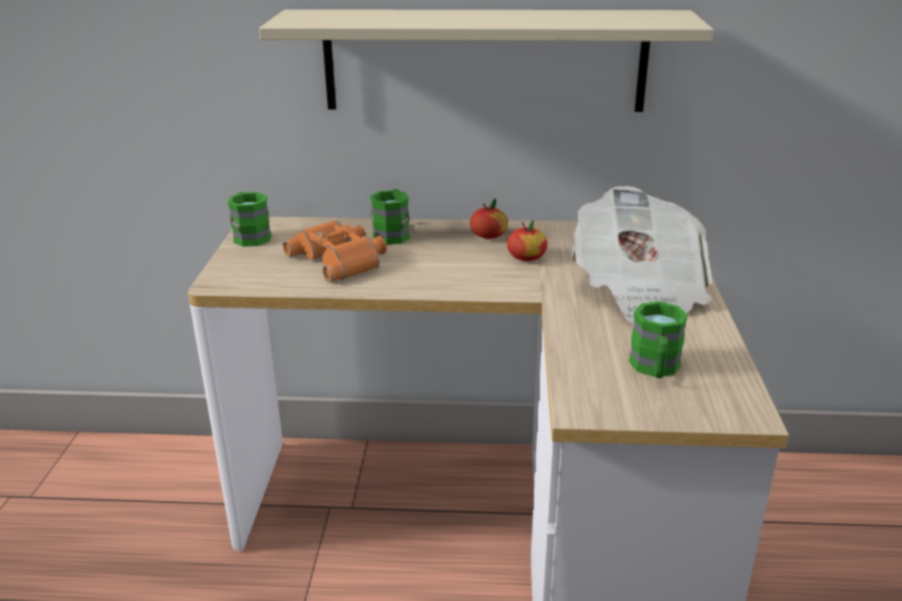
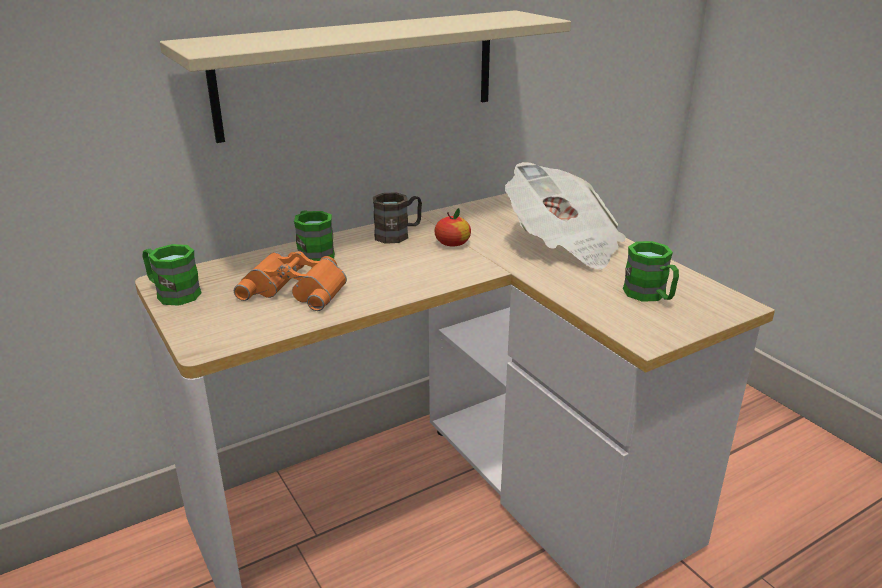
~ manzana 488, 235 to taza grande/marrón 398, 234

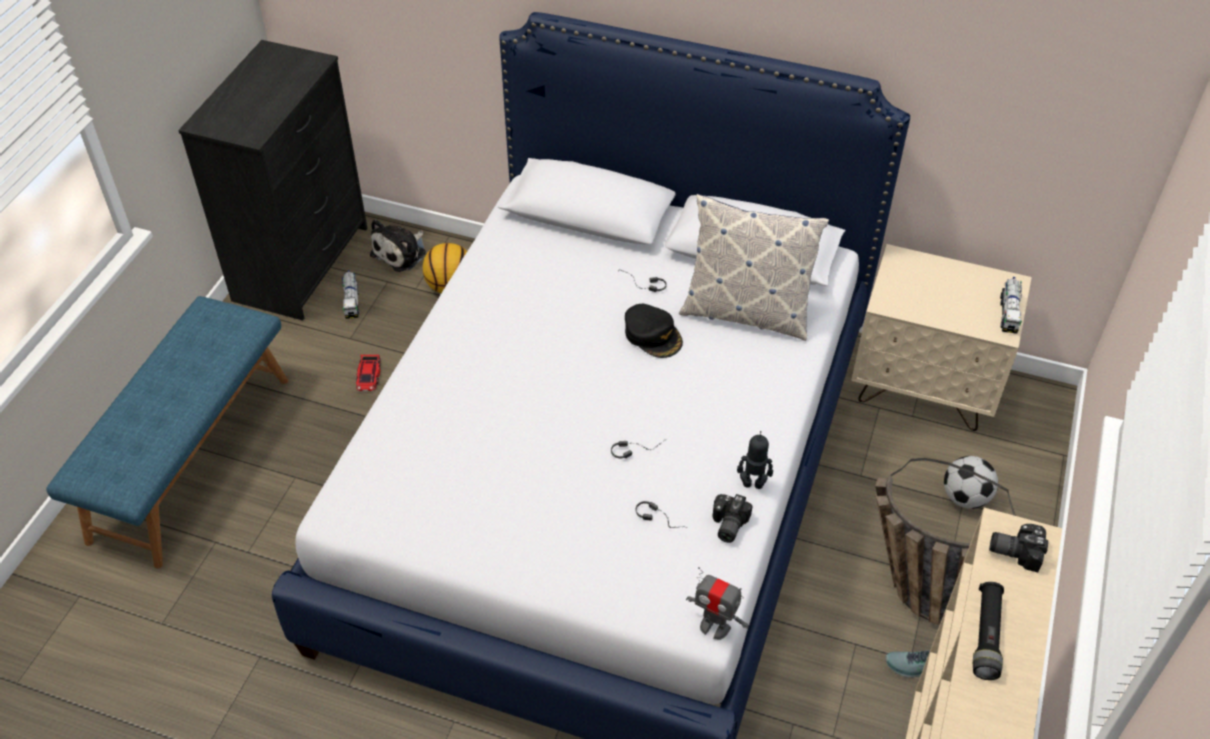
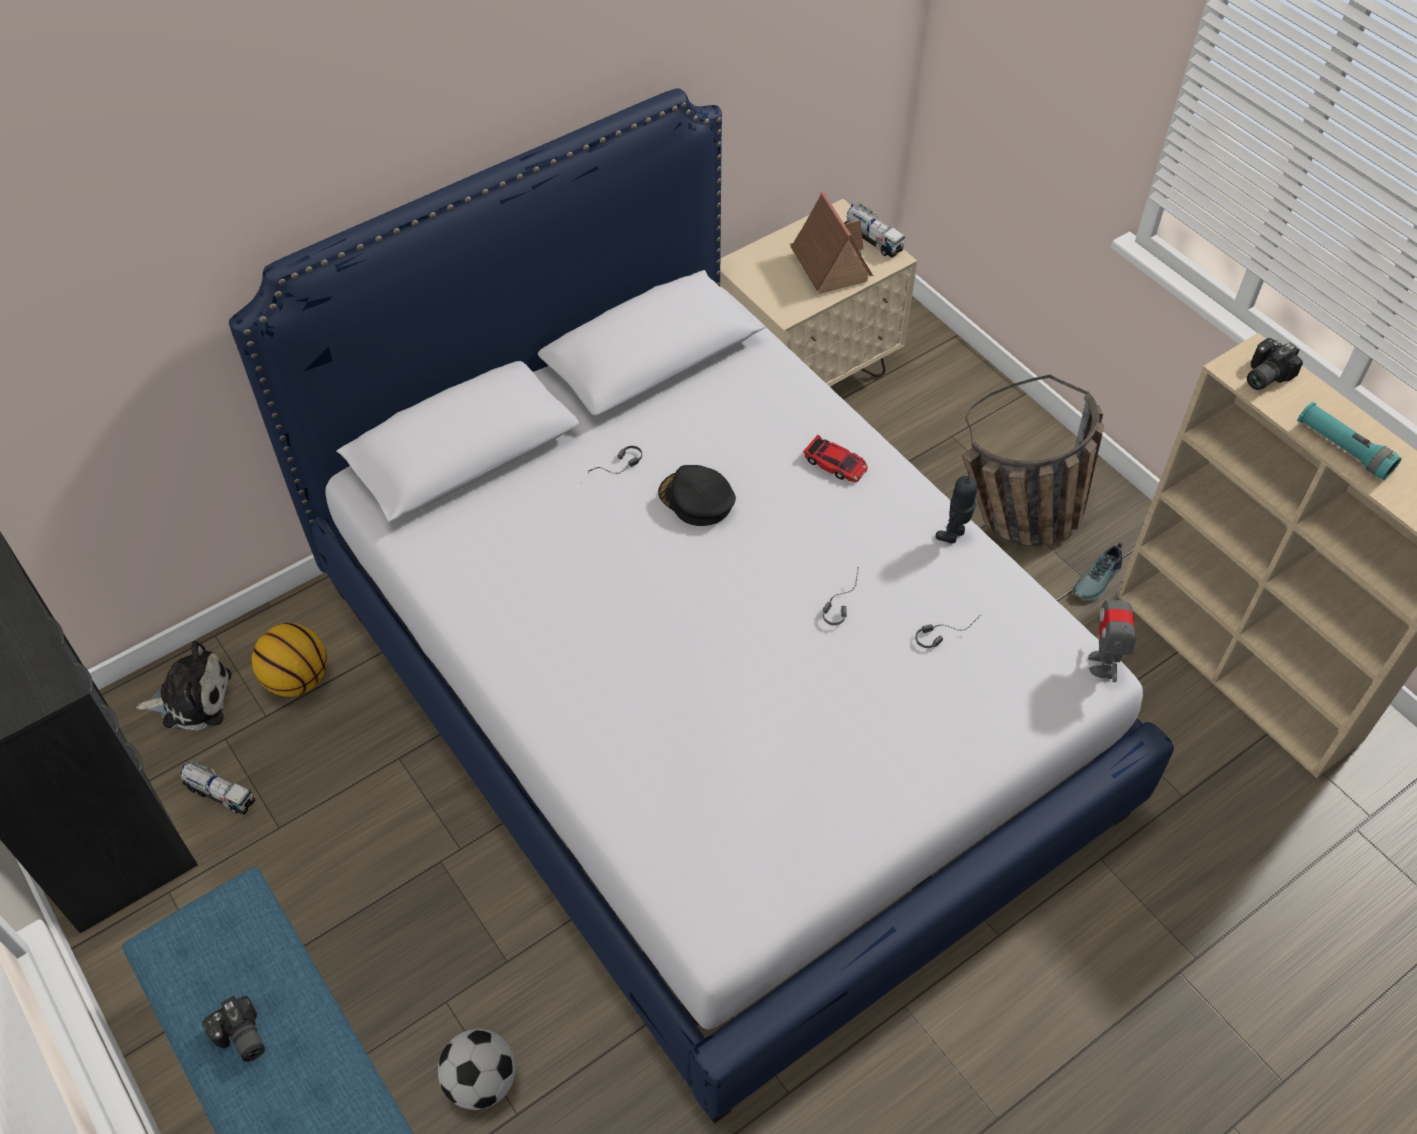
- cojín 746, 313
+ casita 829, 264
~ coche de juguete 368, 376 to 835, 463
~ cámara 727, 525 to 240, 1039
~ balón de fútbol 965, 498 to 482, 1081
~ linterna/negro 986, 636 to linterna/turquesa 1343, 449
~ peluche 401, 253 = 192, 699 75 degrees counterclockwise
~ gorra/negro 653, 335 = 696, 500 135 degrees counterclockwise
~ robot de juguete 714, 627 = 1102, 664 120 degrees clockwise

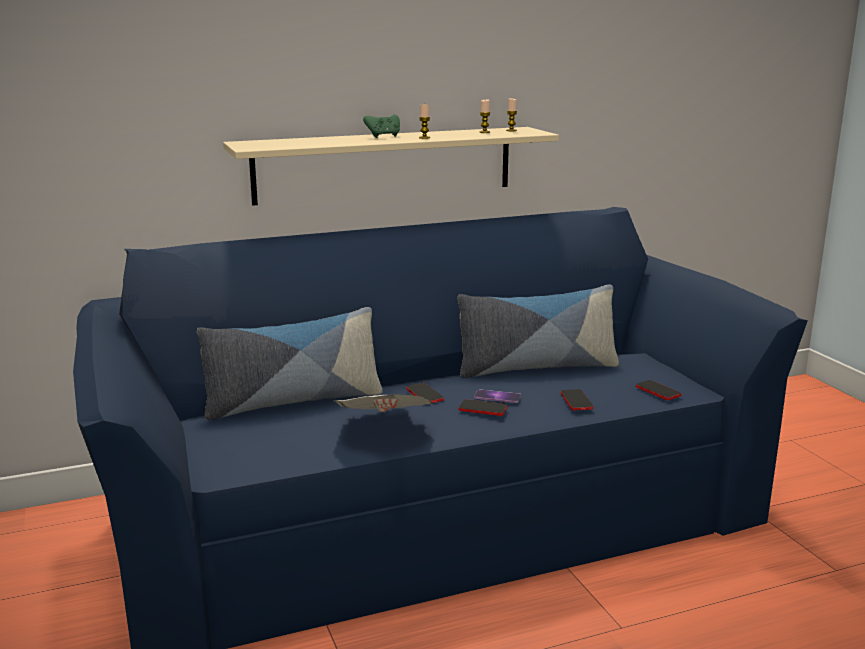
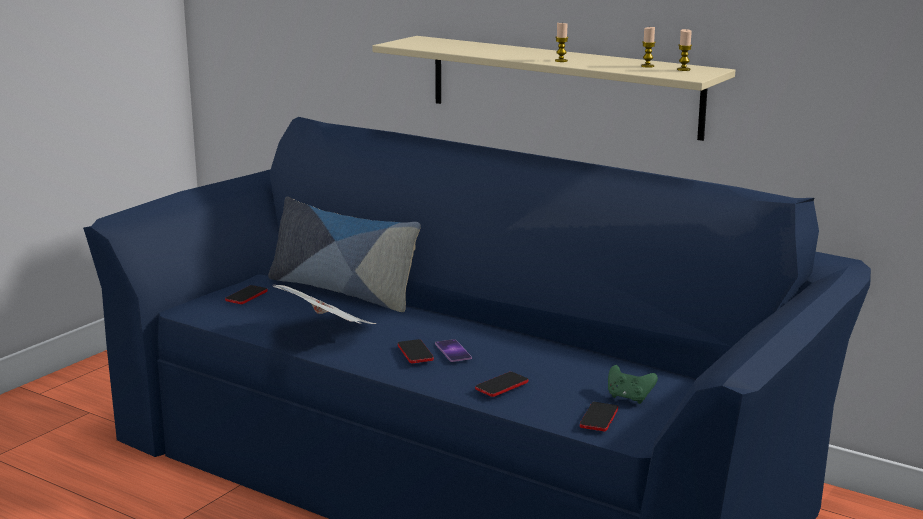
- cojín 536, 367
~ mando de consola/verde 383, 136 to 629, 398
~ móvil 424, 394 to 246, 296

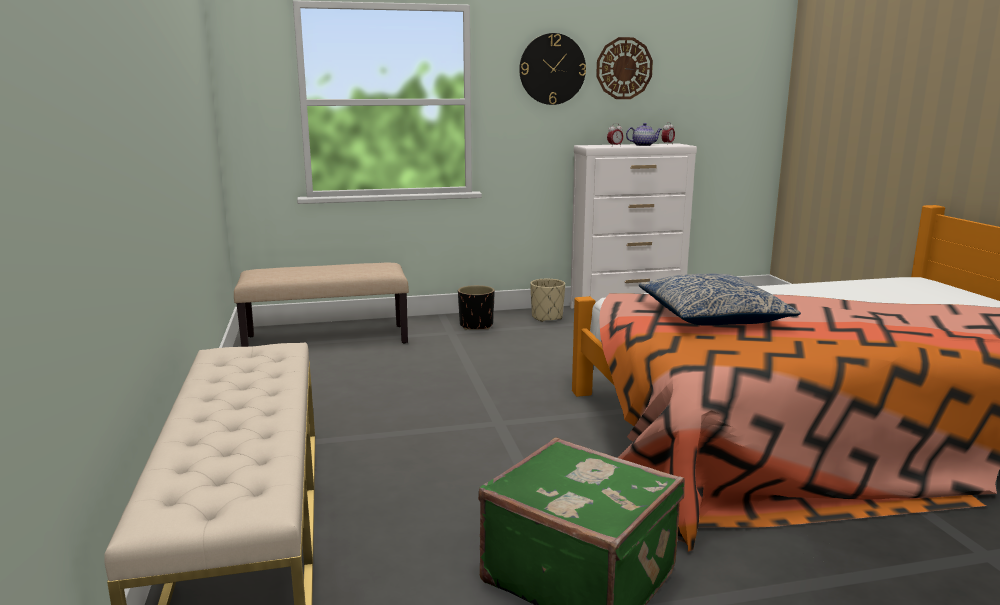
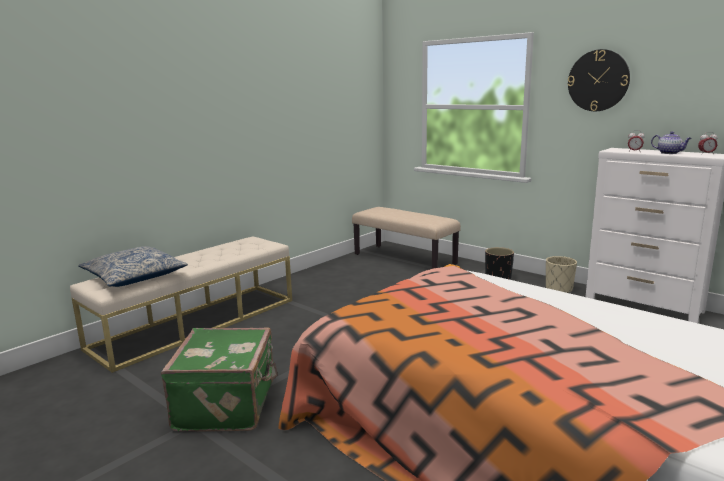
- reloj de pared 624, 68
~ cojín 712, 316 to 135, 276

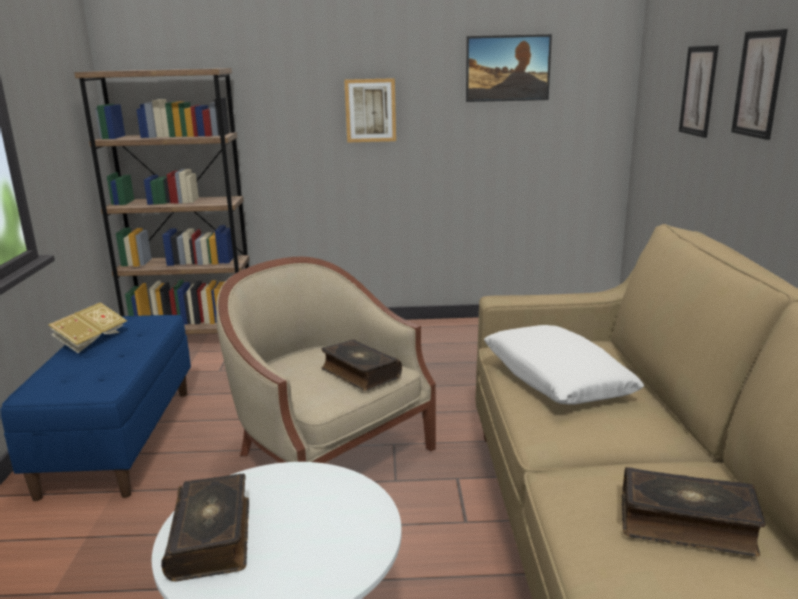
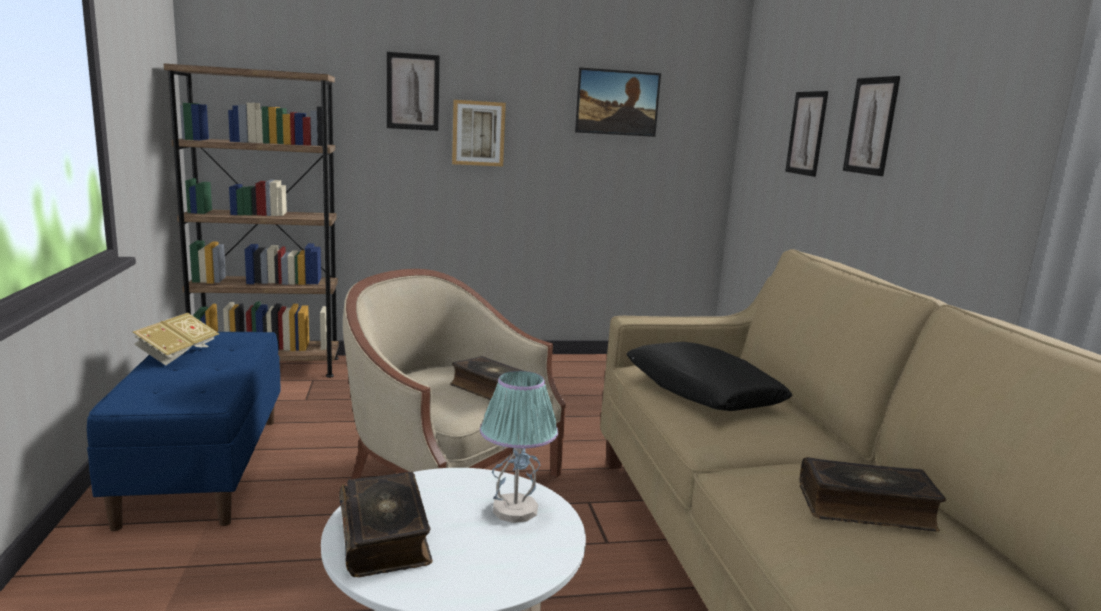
+ cuadro 413, 92
+ lámpara de mesa 515, 510
~ cojín/blanco 556, 378 to cojín/negro 702, 391

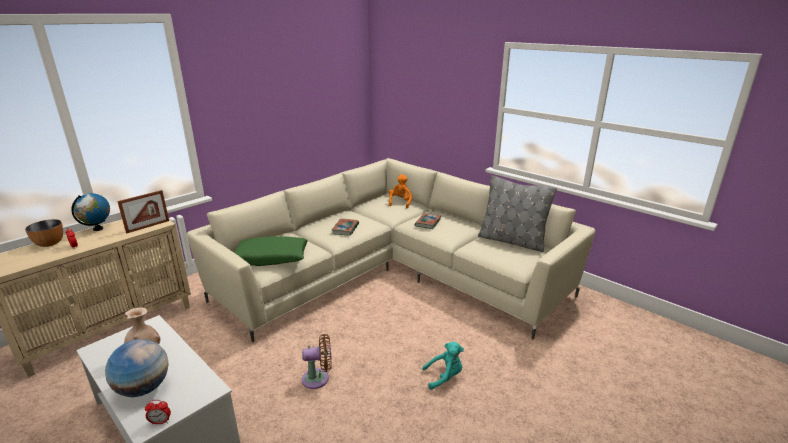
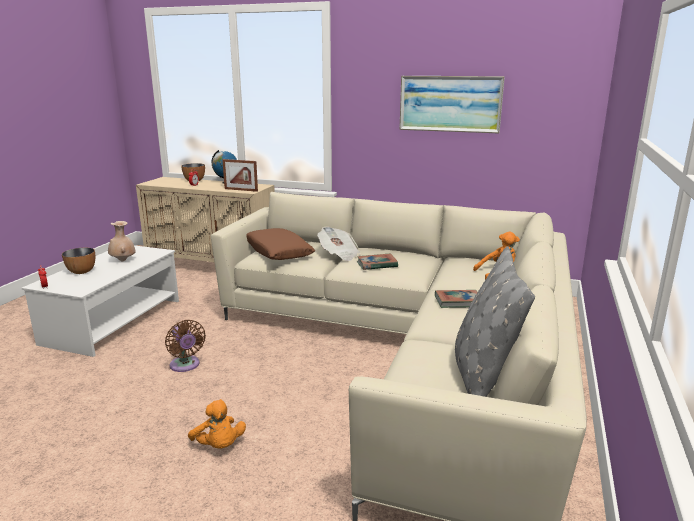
+ periódico 339, 254
+ cuadro 450, 103
~ globo terráqueo 143, 388 to cuenco 82, 272
~ cojín/verde 271, 258 to cojín/marrón 278, 252
~ peluche/turquesa 444, 377 to peluche/naranja 219, 446

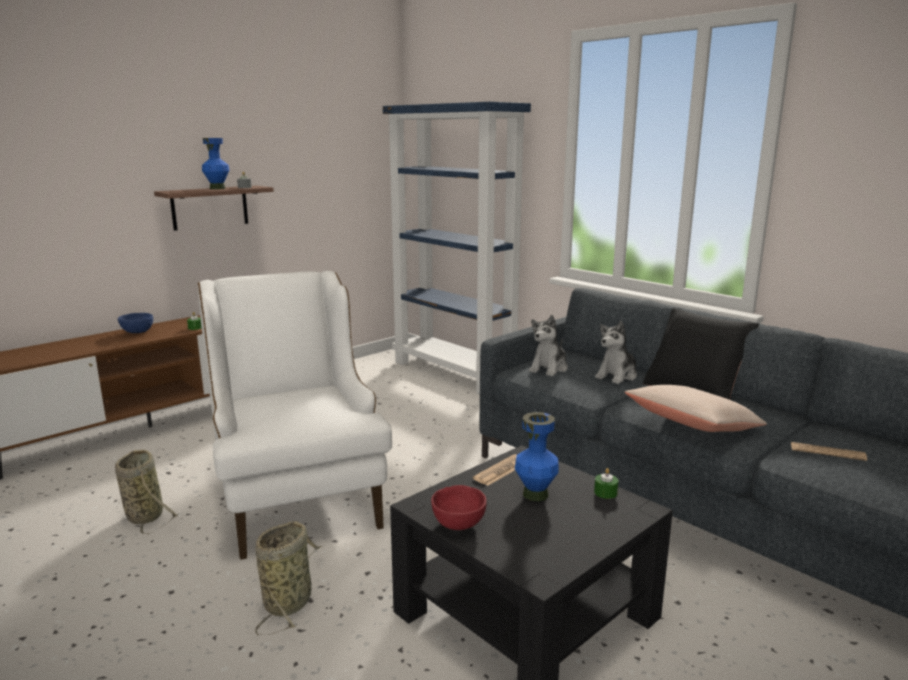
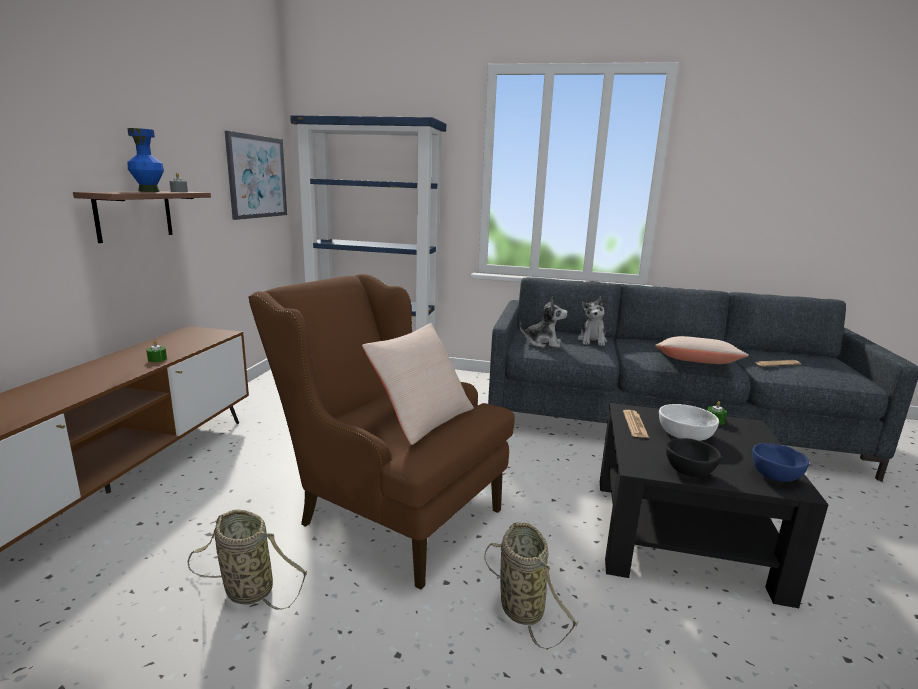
- cojín/negro 695, 388
+ cuadro 257, 177
+ cojín/beis 421, 417
~ cuenco/azul 138, 332 to 775, 477
~ florero/azul 535, 494 to cuenco/blanco 684, 434
~ sillón/blanco 297, 495 to sillón/marrón 387, 509
~ cuenco/rojo 459, 524 to cuenco/negro 688, 472
~ peluche 549, 368 = 543, 343 75 degrees counterclockwise

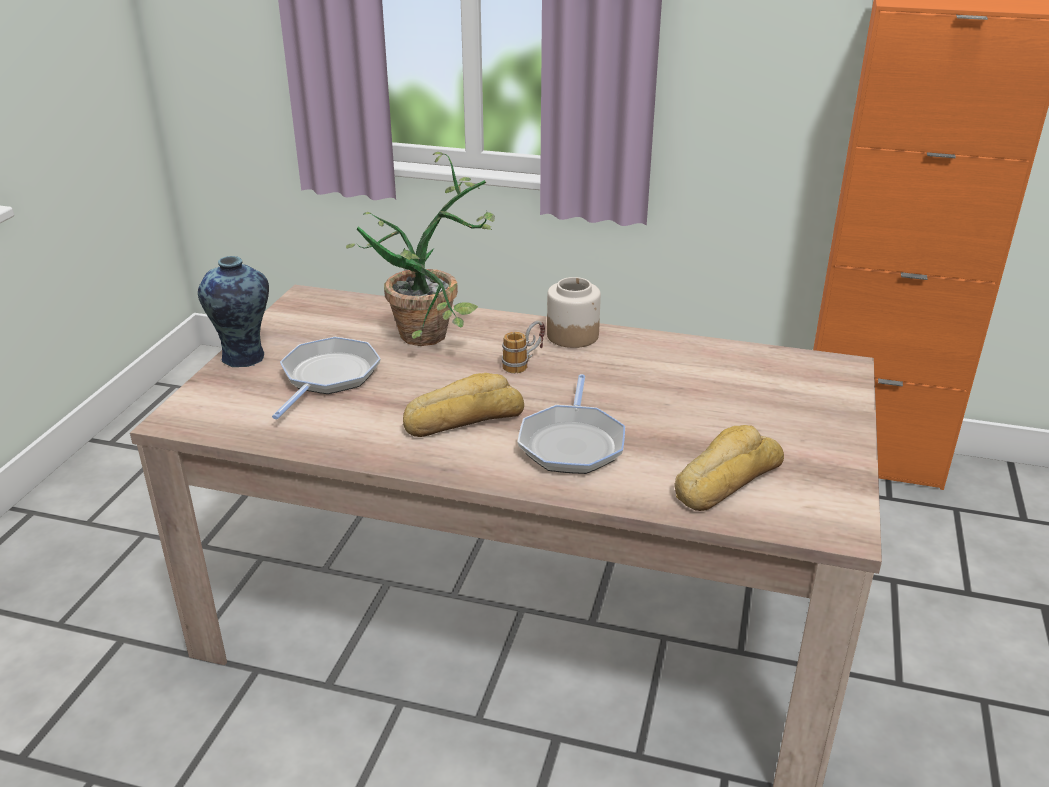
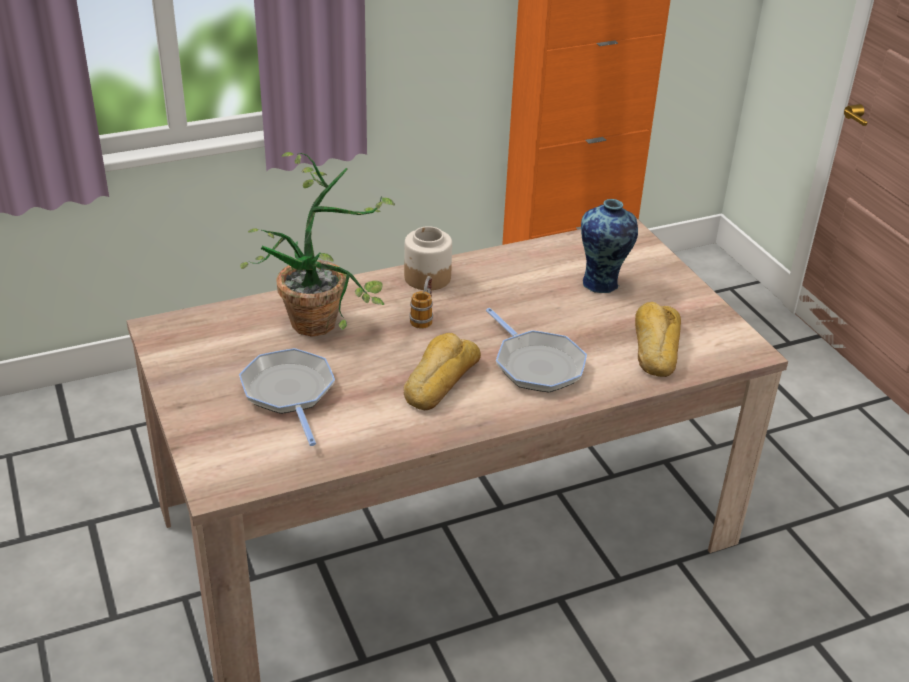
~ florero 245, 358 to 602, 283

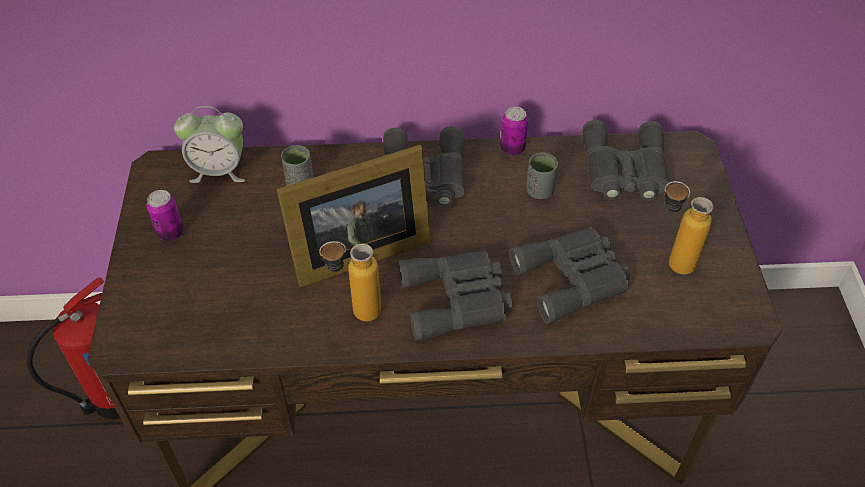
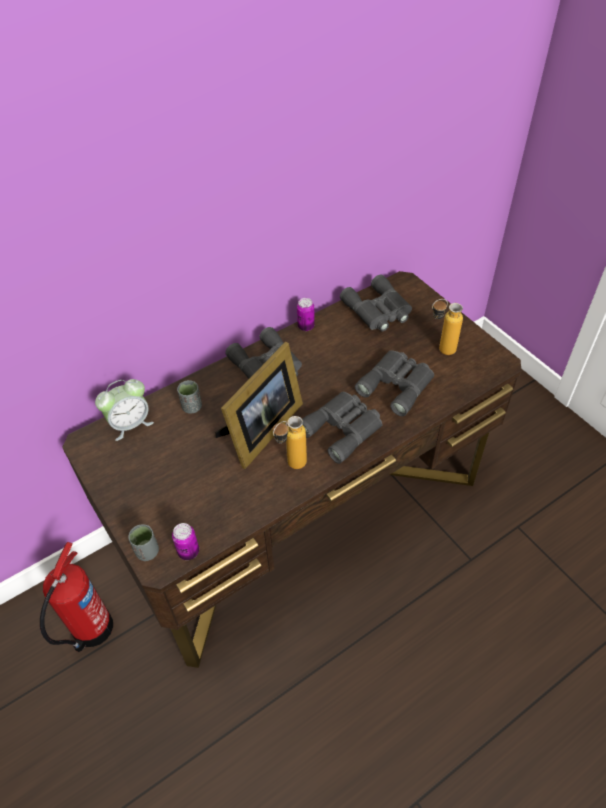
~ lata 170, 232 to 188, 551
~ taza/gris 539, 191 to 147, 551

